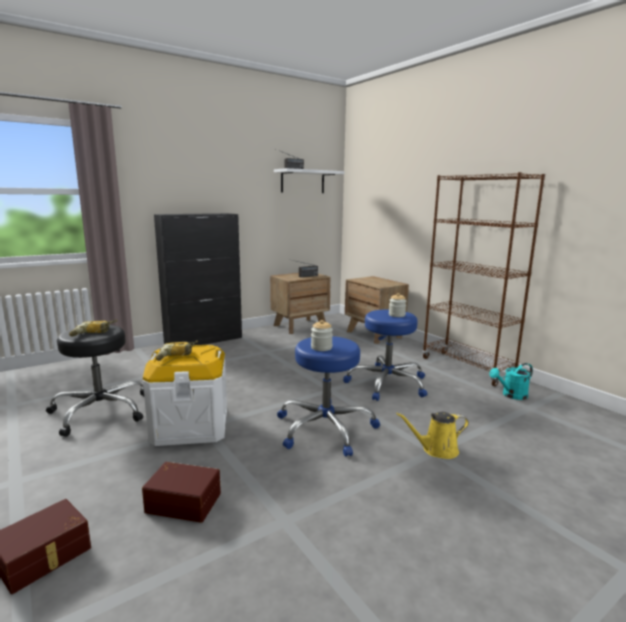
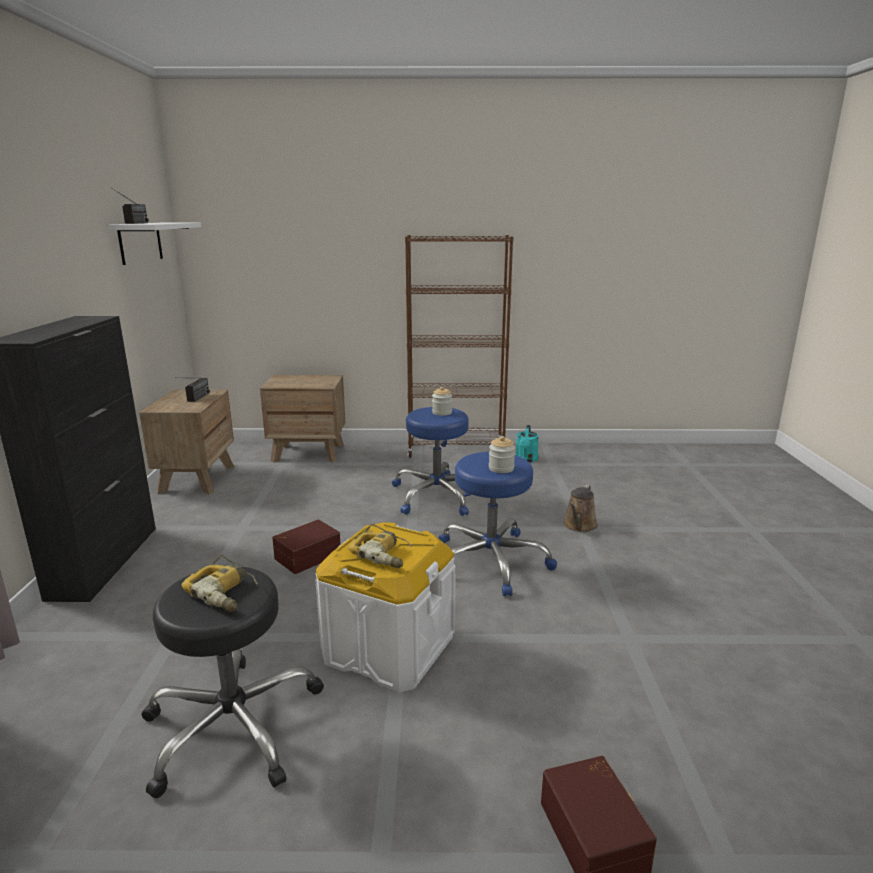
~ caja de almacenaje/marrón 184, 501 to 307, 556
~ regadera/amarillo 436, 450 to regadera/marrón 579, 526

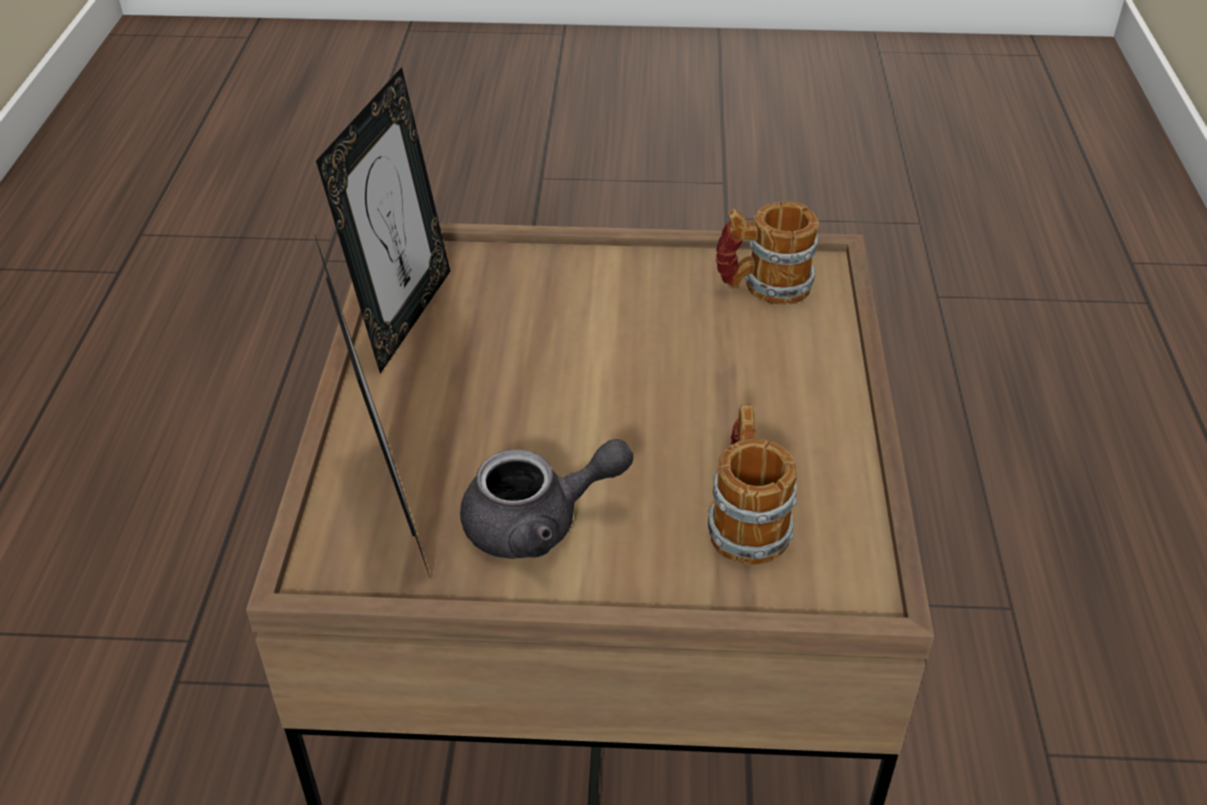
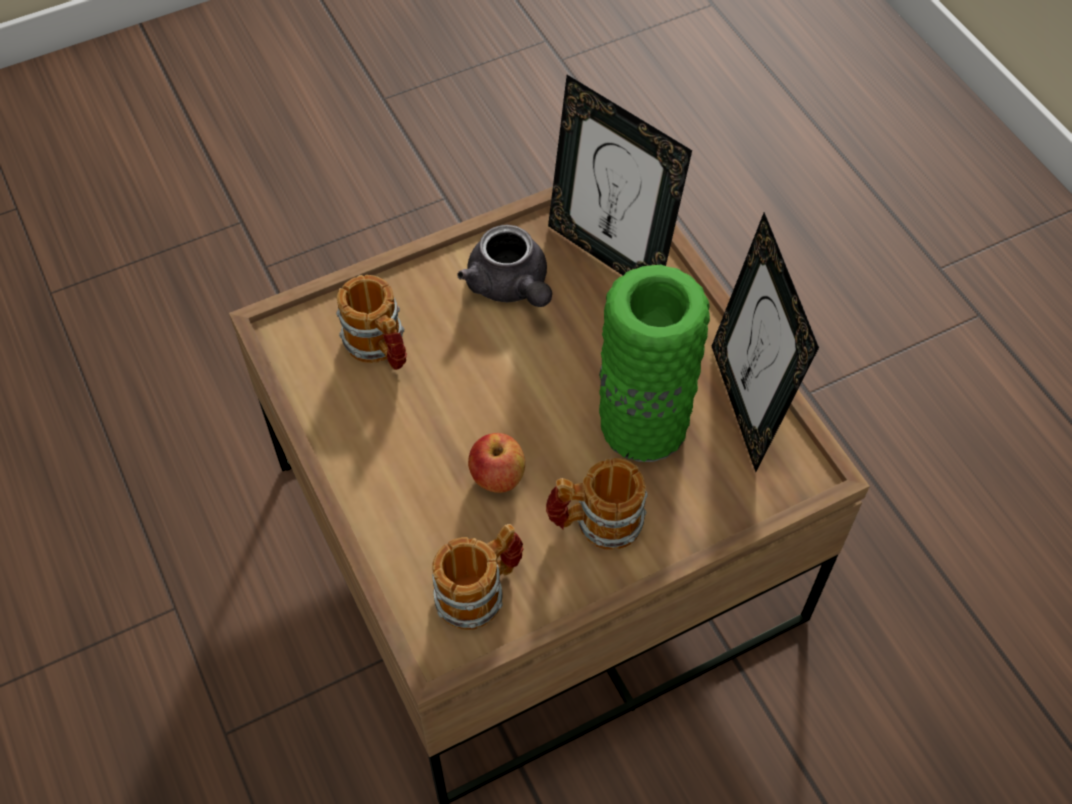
+ manzana 497, 477
+ taza grande 595, 523
+ florero/verde 642, 425
~ tetera/gris 538, 523 = 511, 286 75 degrees counterclockwise

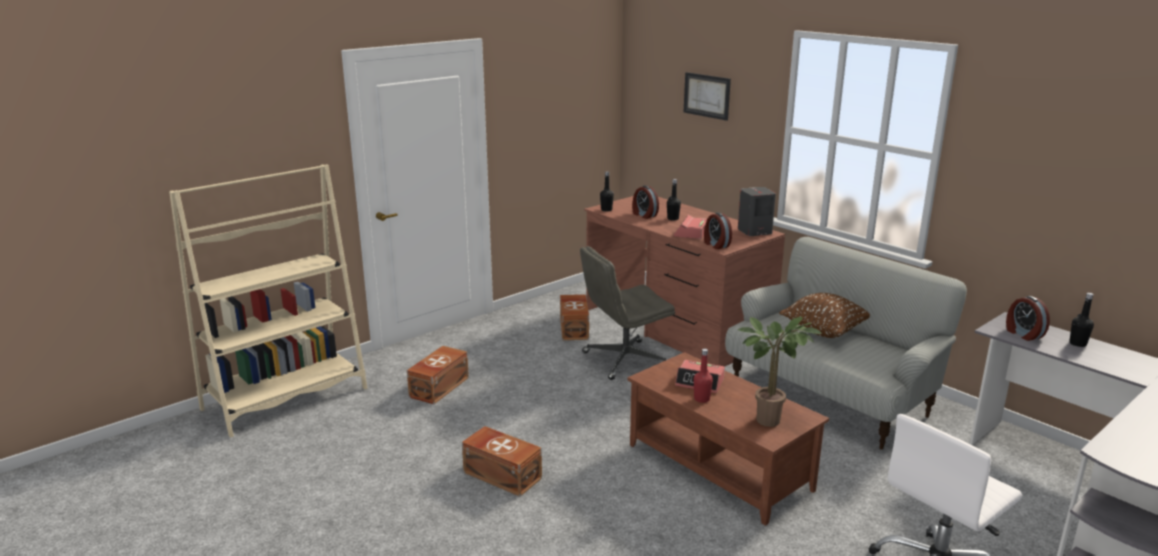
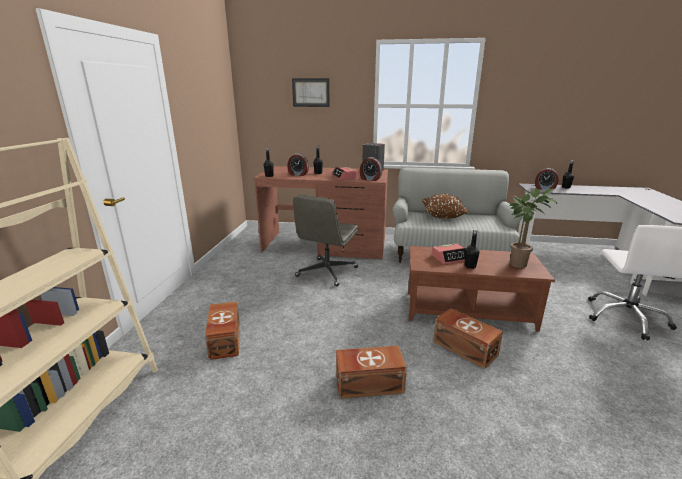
~ caja de almacenaje/marrón 575, 328 to 464, 347
~ botella/rojo 701, 399 to botella/negro 470, 266

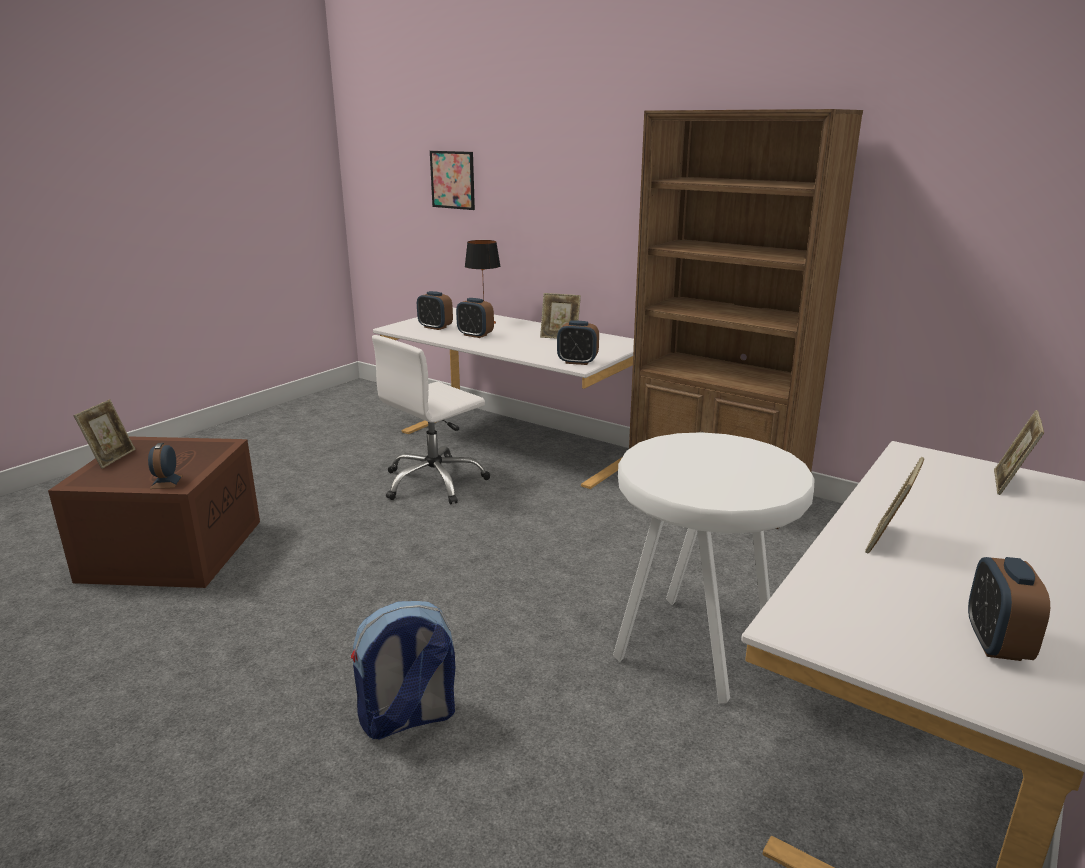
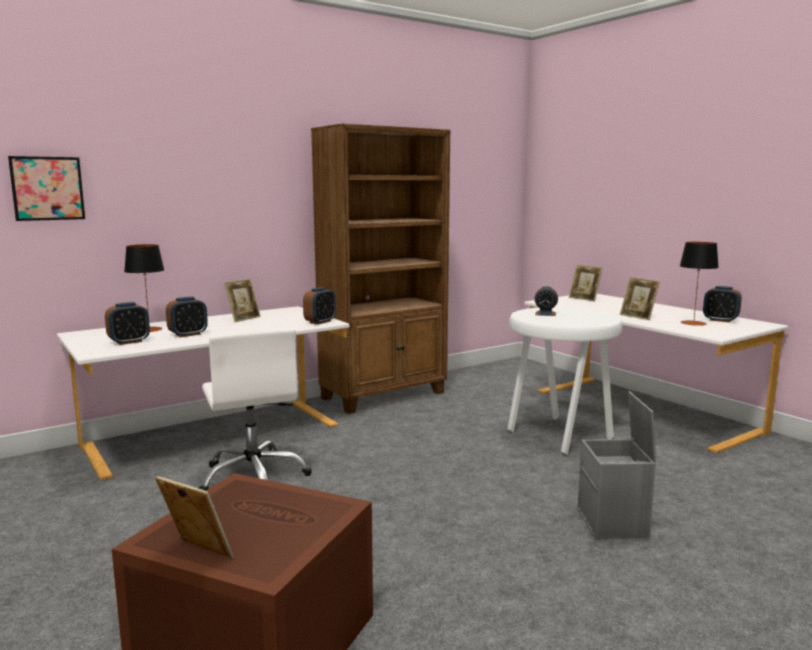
+ lámpara de mesa 693, 323
~ despertador 166, 482 to 545, 314
~ mochila 408, 719 to caja de almacenaje/gris 613, 523

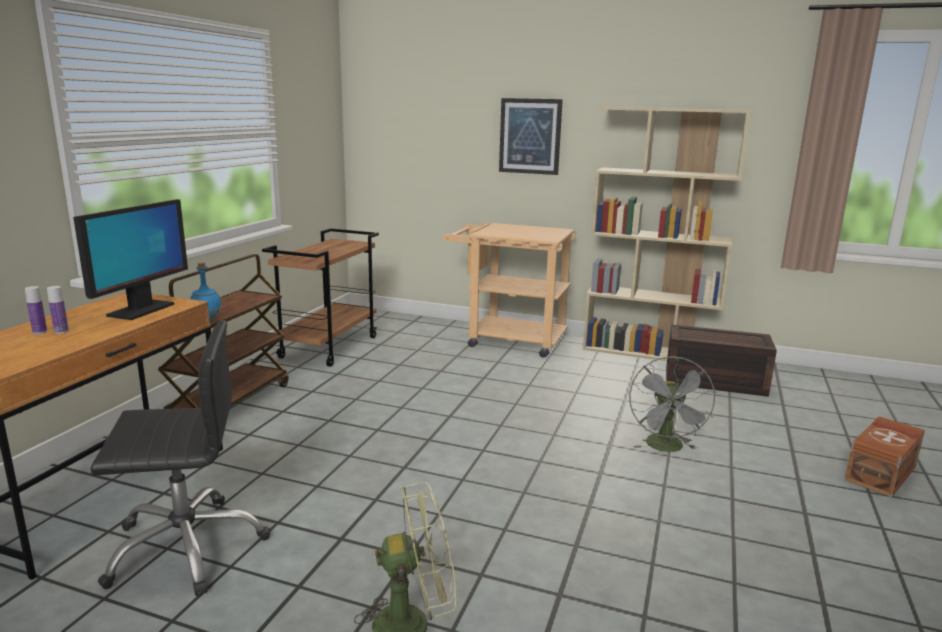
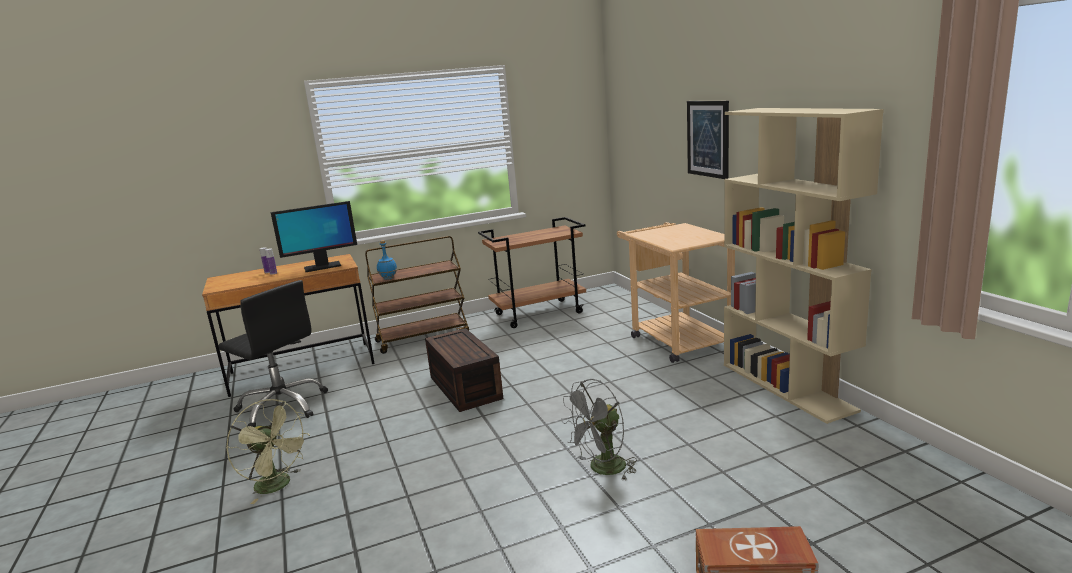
~ caja de almacenaje/marrón 713, 381 to 463, 387

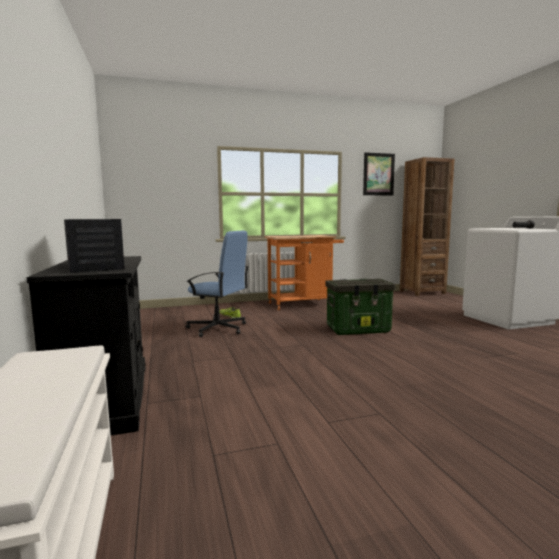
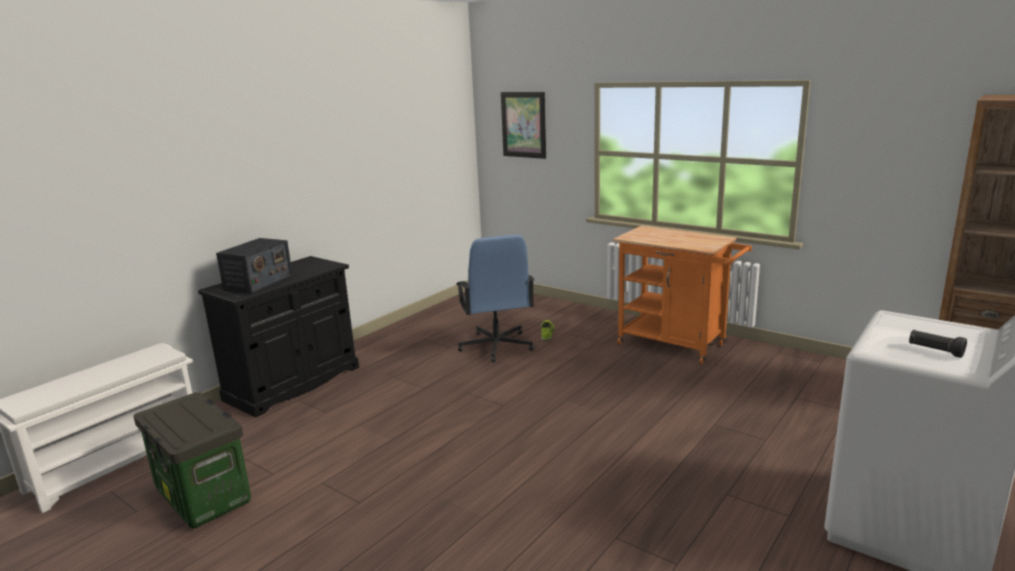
~ caja de almacenaje 358, 329 to 204, 496
~ cuadro 378, 174 to 523, 125

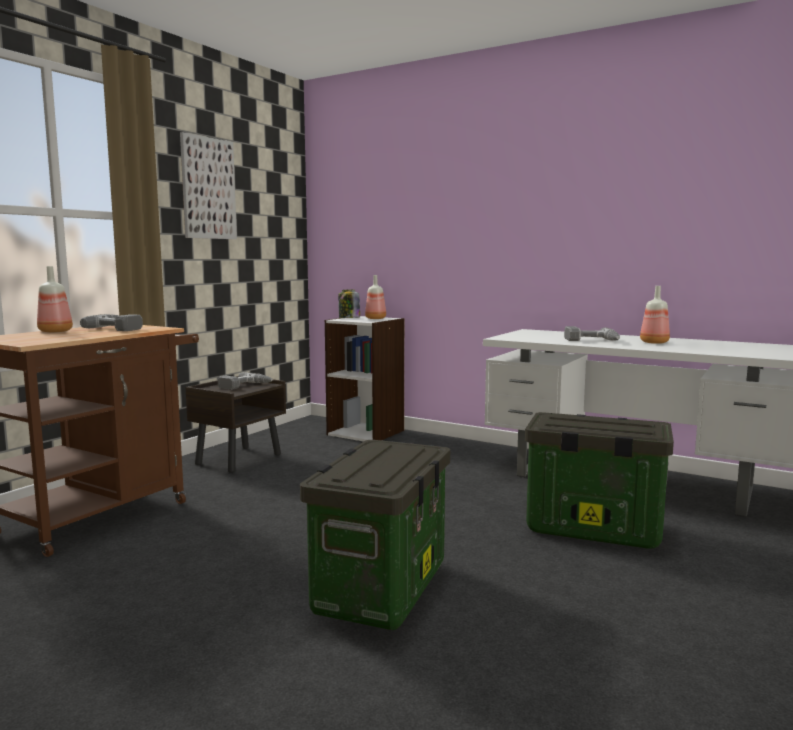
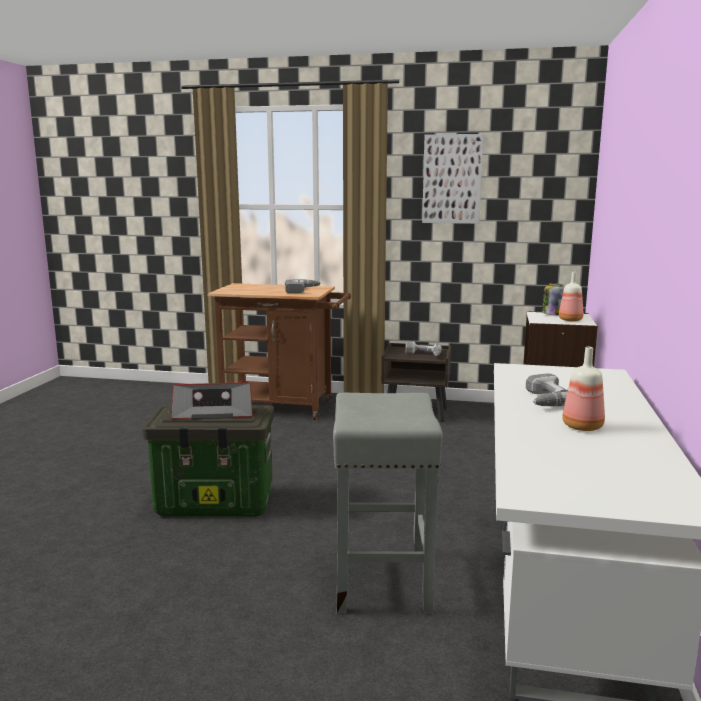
- botella 56, 331
+ radio 214, 412
~ caja de almacenaje 591, 528 to taburete/gris 382, 579

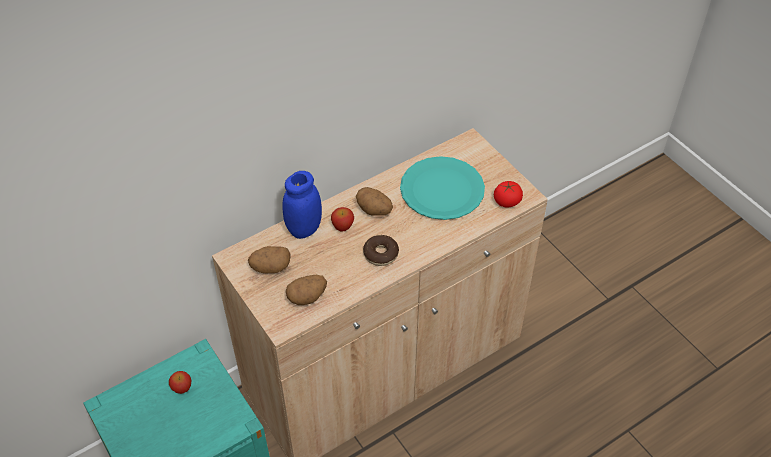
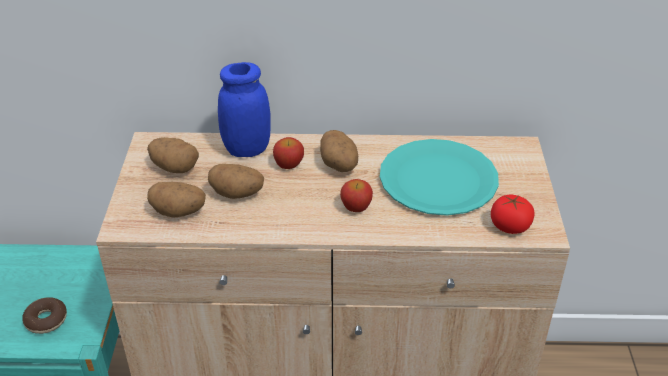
+ patata 237, 193
~ manzana 182, 388 to 356, 207
~ rosquilla 381, 254 to 46, 320

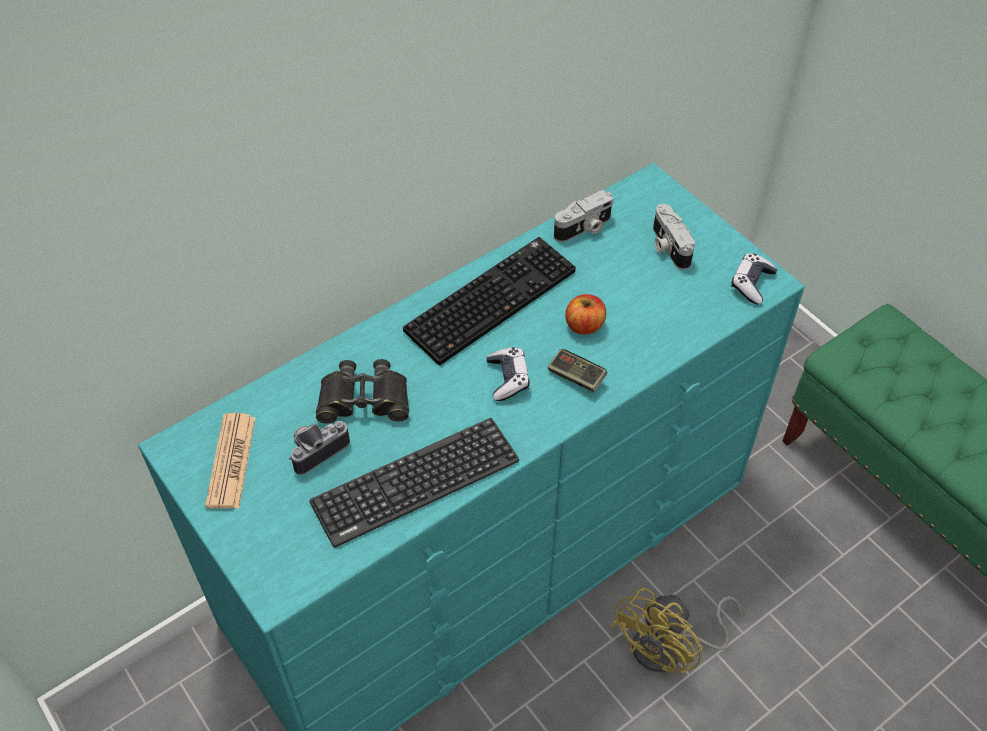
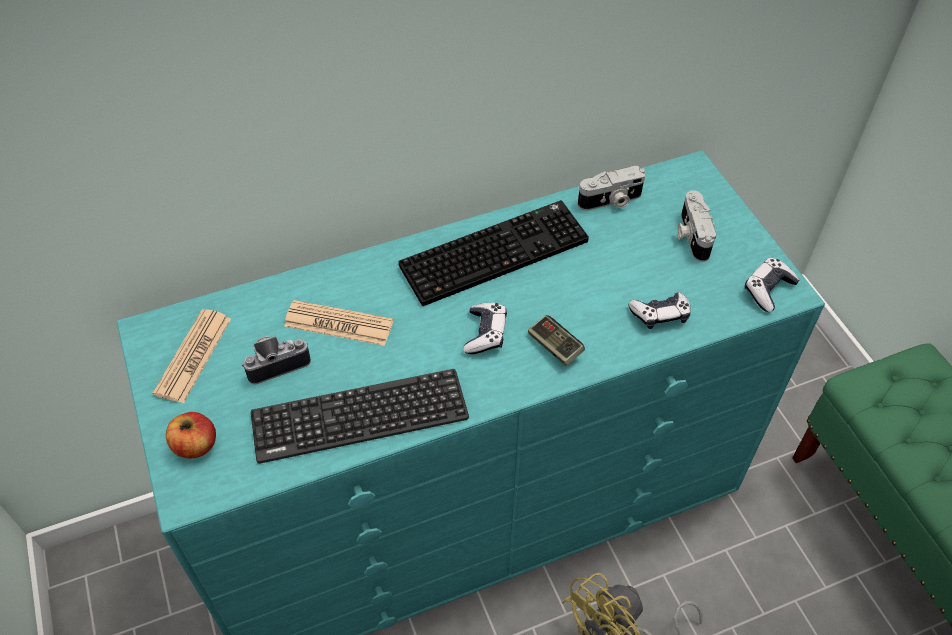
+ mando de consola 660, 315
~ manzana 584, 325 to 196, 445
~ prismáticos/negro 364, 399 to periódico 339, 324

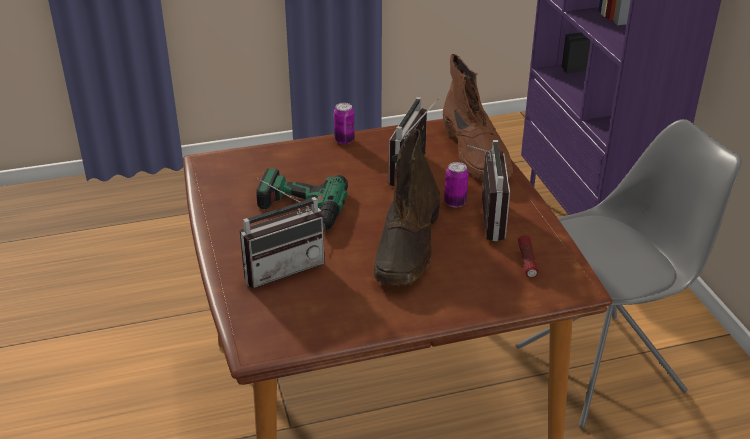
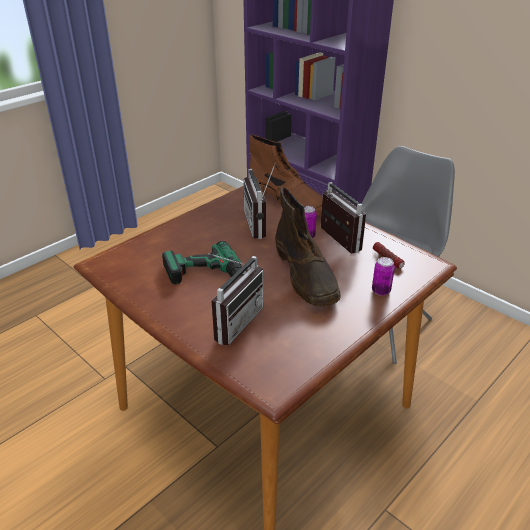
~ lata 344, 140 to 381, 291

